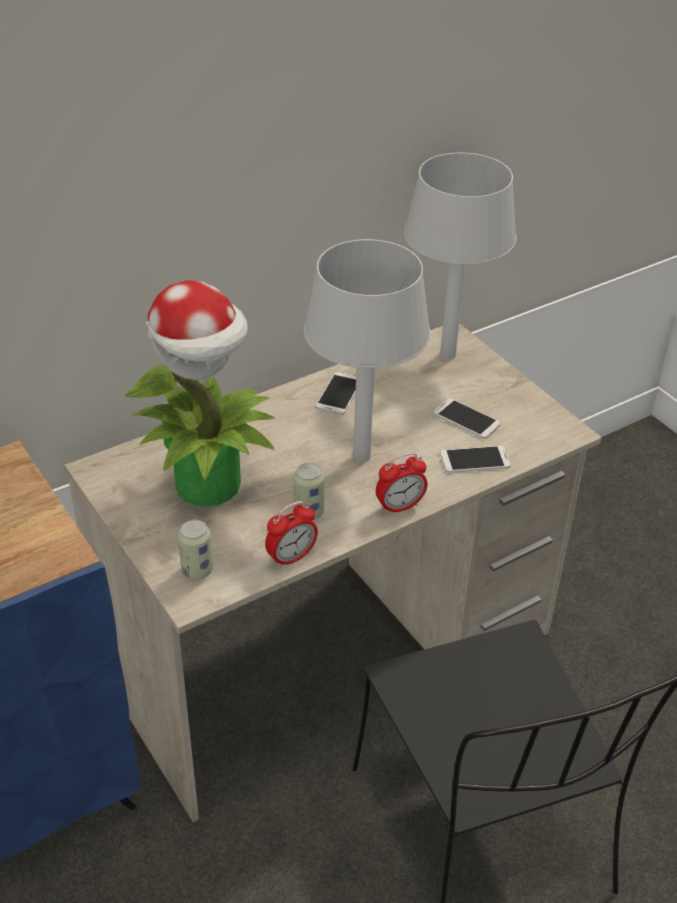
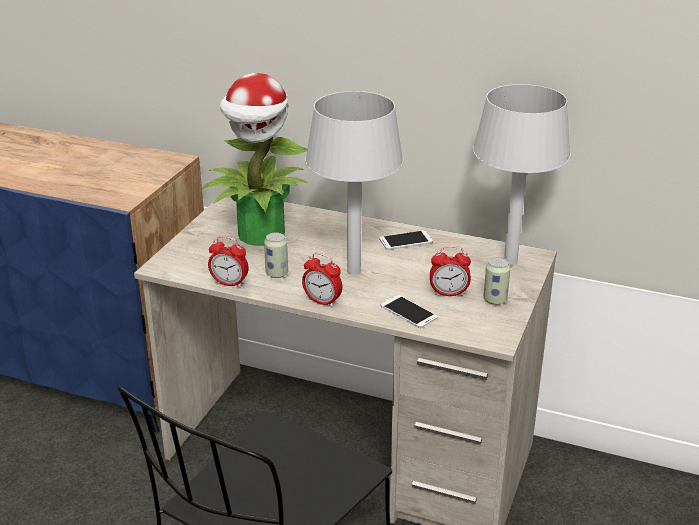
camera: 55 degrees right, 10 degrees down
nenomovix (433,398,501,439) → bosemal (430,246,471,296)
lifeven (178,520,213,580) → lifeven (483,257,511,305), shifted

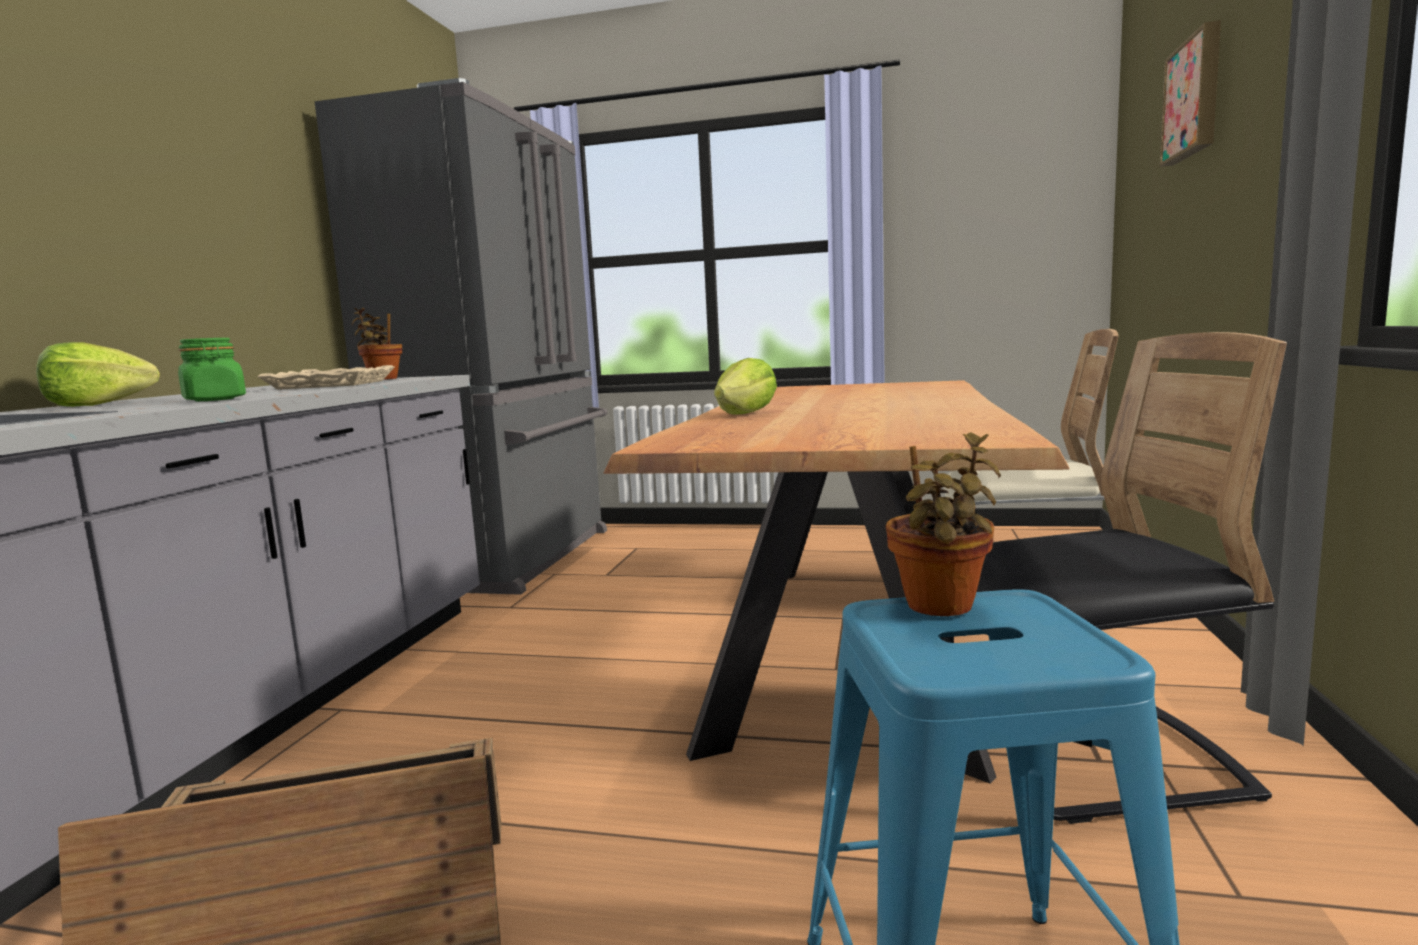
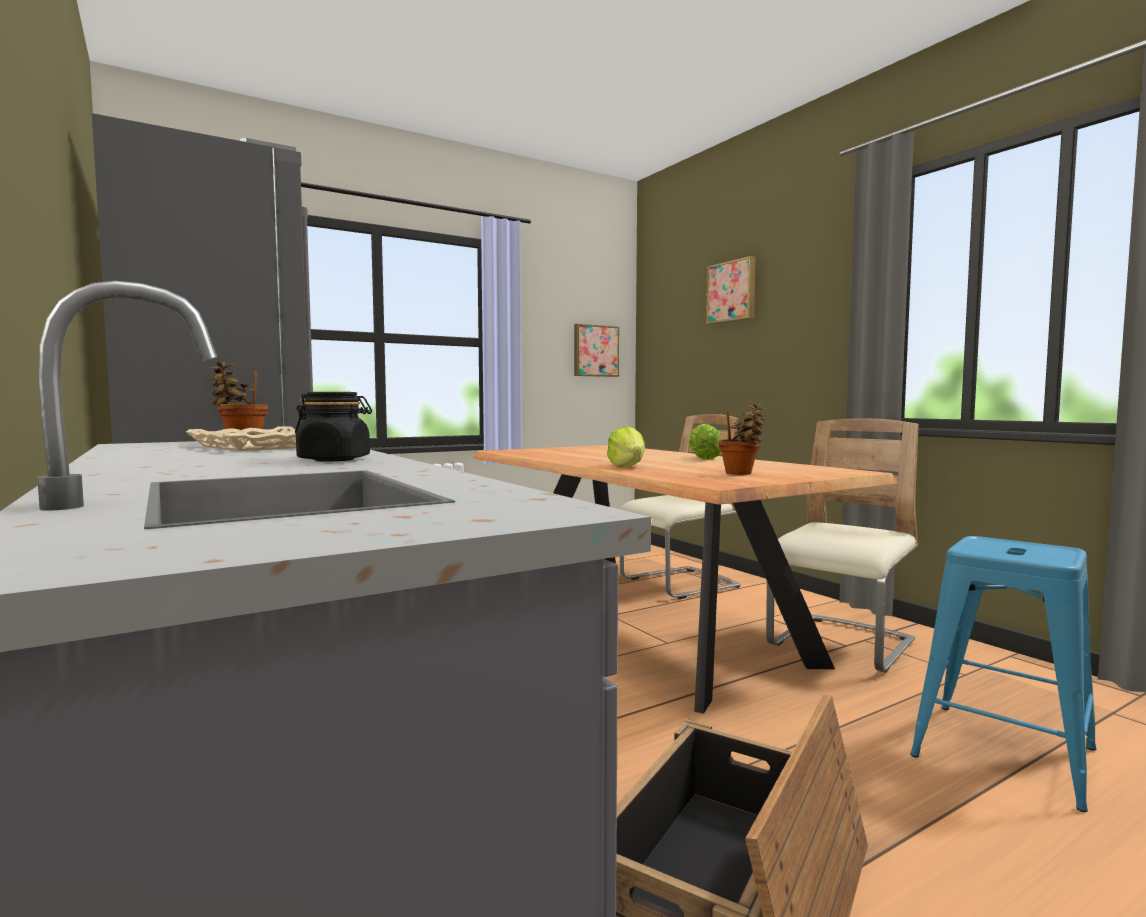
camera: 45 degrees left, 5 degrees down
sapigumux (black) (949,332,1287,824) → sapigumux (beige) (766,418,919,673)
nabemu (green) (178,338,246,401) → nabemu (black) (295,392,372,462)
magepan (36,342,160,407) → magepan (688,424,721,460), shifted
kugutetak (885,432,1001,616) → kugutetak (719,404,767,475), shifted
- → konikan (574,324,619,377)

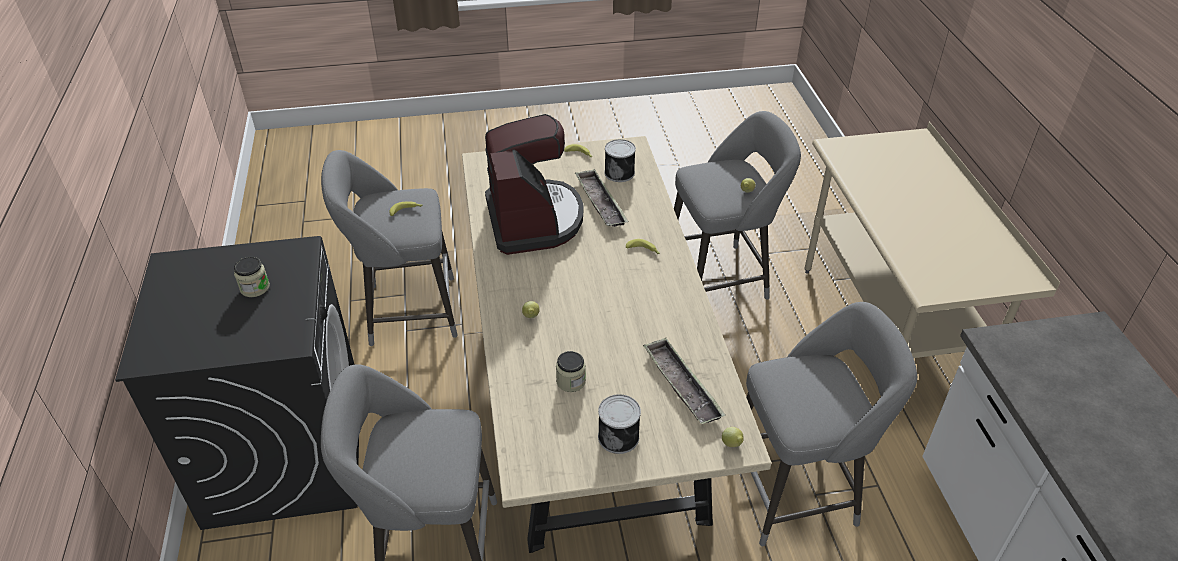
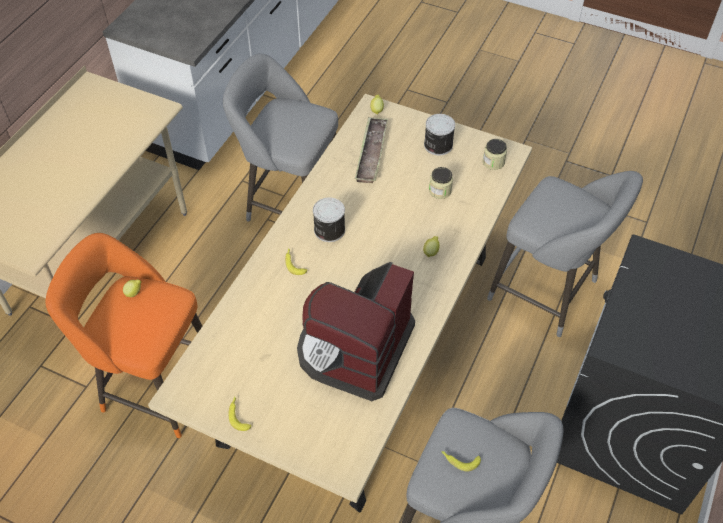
camera: 145 degrees left, 10 degrees up
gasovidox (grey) (674,111,801,300) → gasovidox (orange) (45,233,202,438)
lifeven (604,139,636,182) → lifeven (313,198,345,242), shifted
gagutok (575,169,628,227) → -
nabemu (234,257,270,297) → nabemu (483,139,507,170), shifted

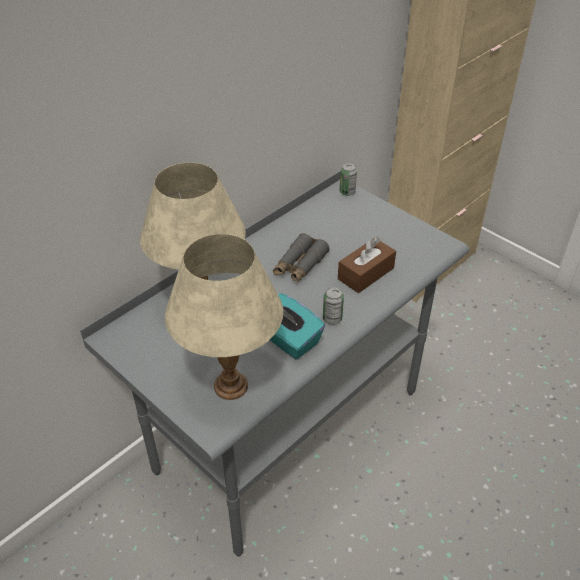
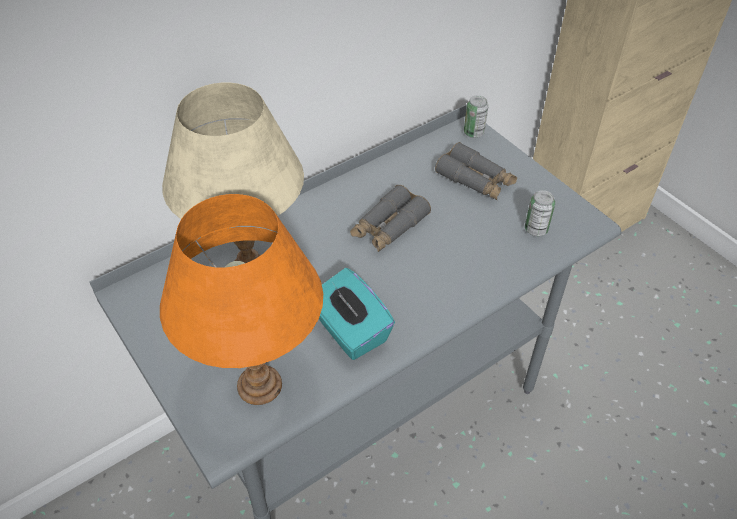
camera: 10 degrees right, 5 degrees up
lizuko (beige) (165,234,283,400) → lizuko (orange) (160,194,323,405)
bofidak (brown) (338,237,396,293) → -
lifeven (323,287,344,325) → lifeven (525,190,555,236), shifted
- → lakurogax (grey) (435,142,517,200)

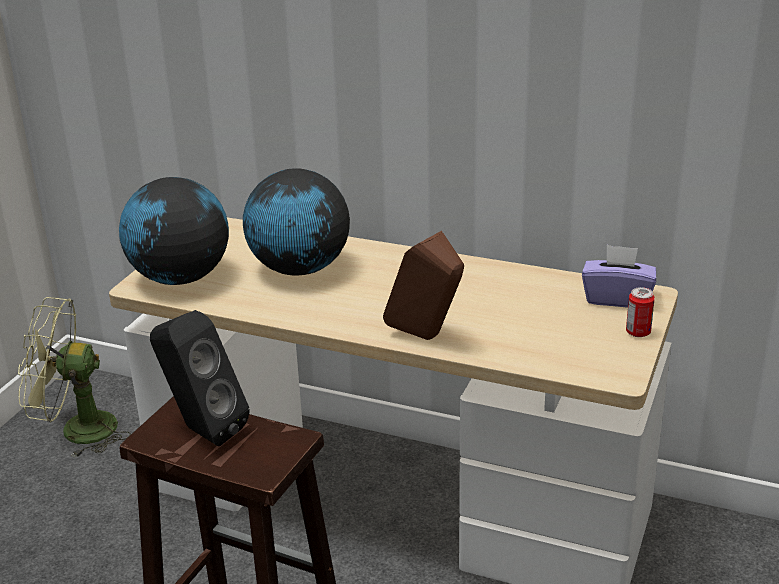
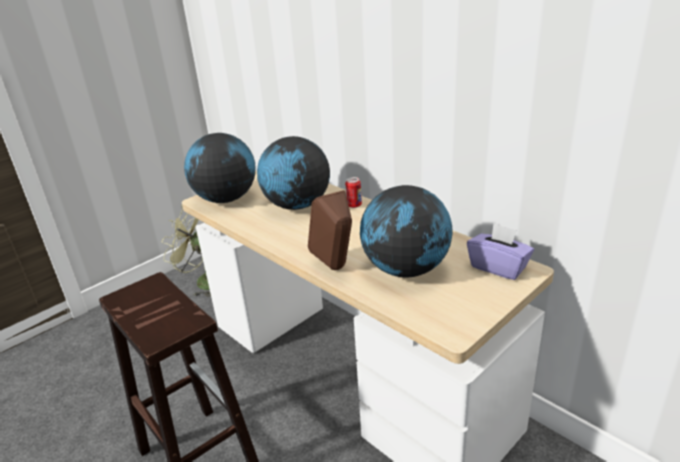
camera: 25 degrees right, 0 degrees up
lifeven (626,287,655,337) → lifeven (345,177,362,208), shifted
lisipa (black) (150,310,250,446) → -
- → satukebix (360,185,453,278)

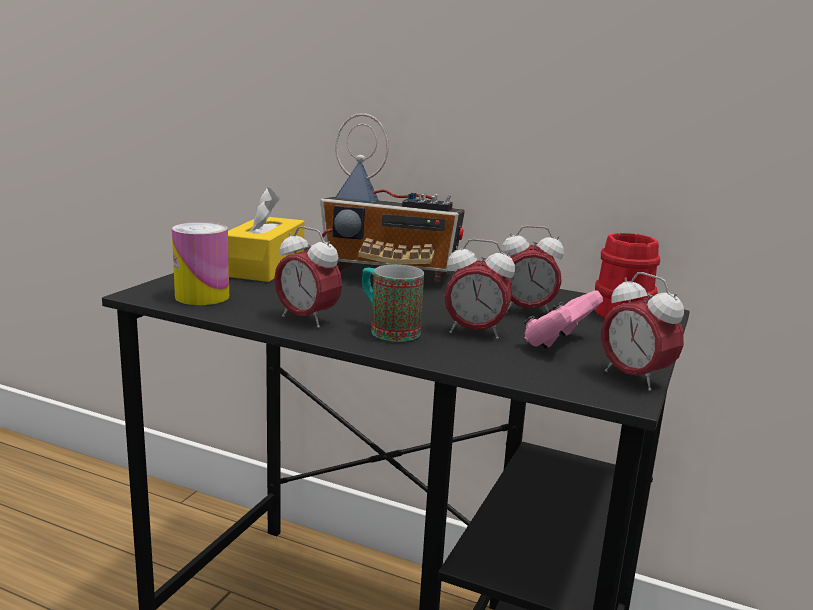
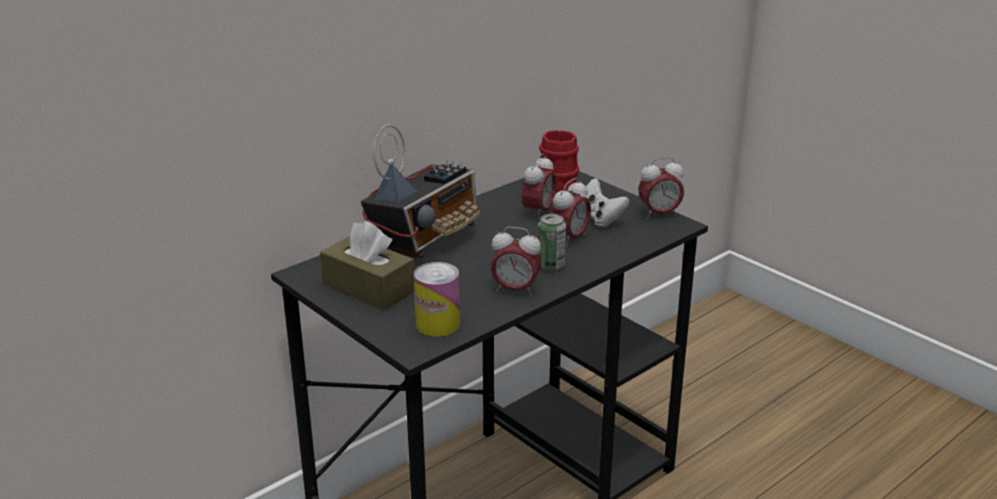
camera: 65 degrees left, 10 degrees up
bofidak (yellow) (228,187,304,282) → bofidak (brown) (320,221,414,310)
bosemal (274,226,342,328) → bosemal (491,227,542,296), 45 degrees clockwise
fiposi (362,265,424,342) → lifeven (537,214,566,271)
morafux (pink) (524,290,603,349) → morafux (white) (580,178,629,227)

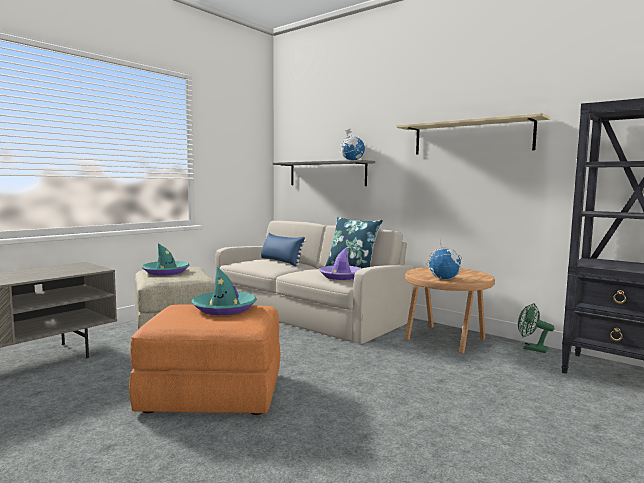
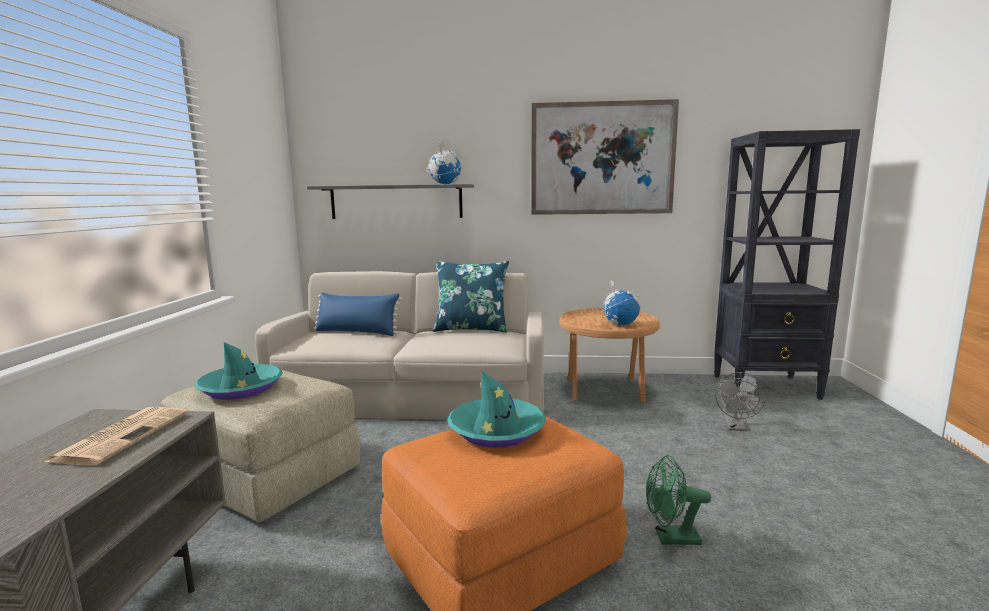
camera: 35 degrees left, 5 degrees up
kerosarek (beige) (396,113,550,155) → konikan (531,99,679,215)
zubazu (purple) (319,247,362,280) → -
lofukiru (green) (518,303,555,353) → lofukiru (green) (646,455,711,545), shifted
- → lofukiru (grey) (715,372,766,431)
- → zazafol (45,407,188,466)

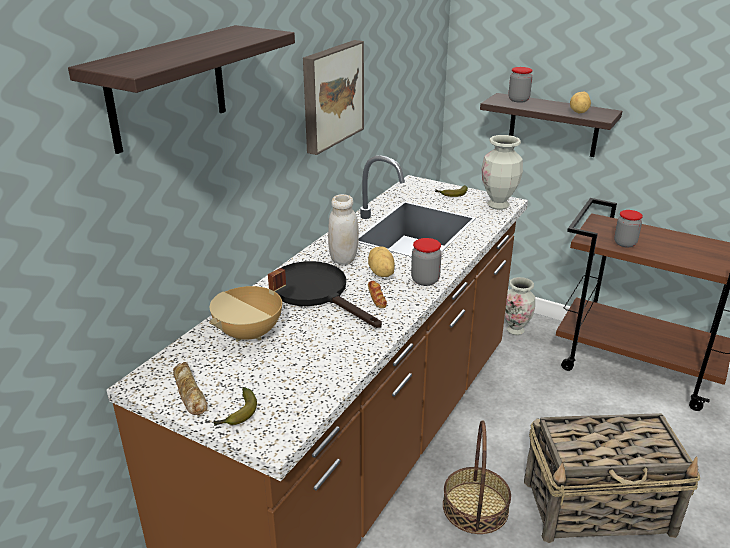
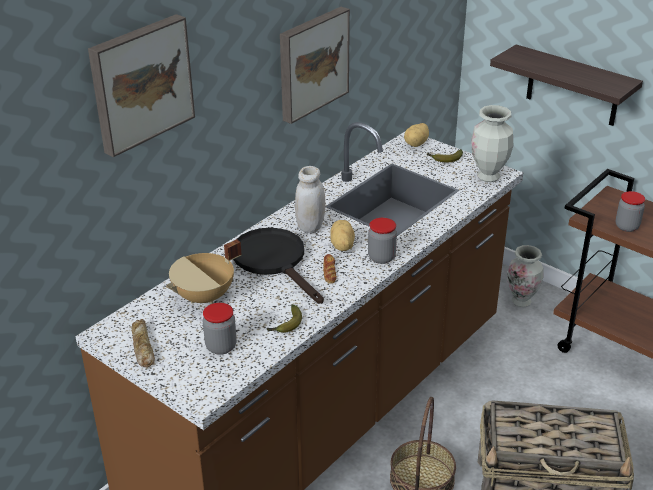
camera: 10 degrees right, 5 degrees up
kerosarek (68,25,295,154) → konikan (88,14,195,157)
nabemu (508,67,533,103) → nabemu (203,303,237,355), shifted
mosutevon (570,92,591,113) → mosutevon (404,123,429,147), shifted
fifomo (214,387,257,426) → fifomo (267,304,302,333), shifted

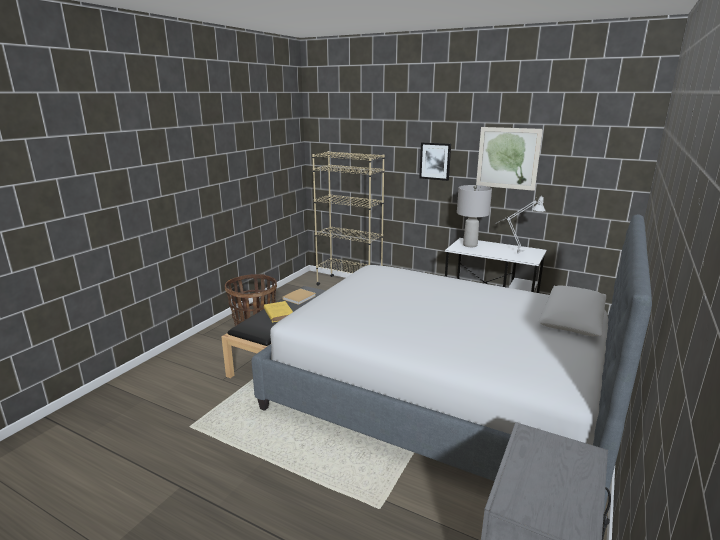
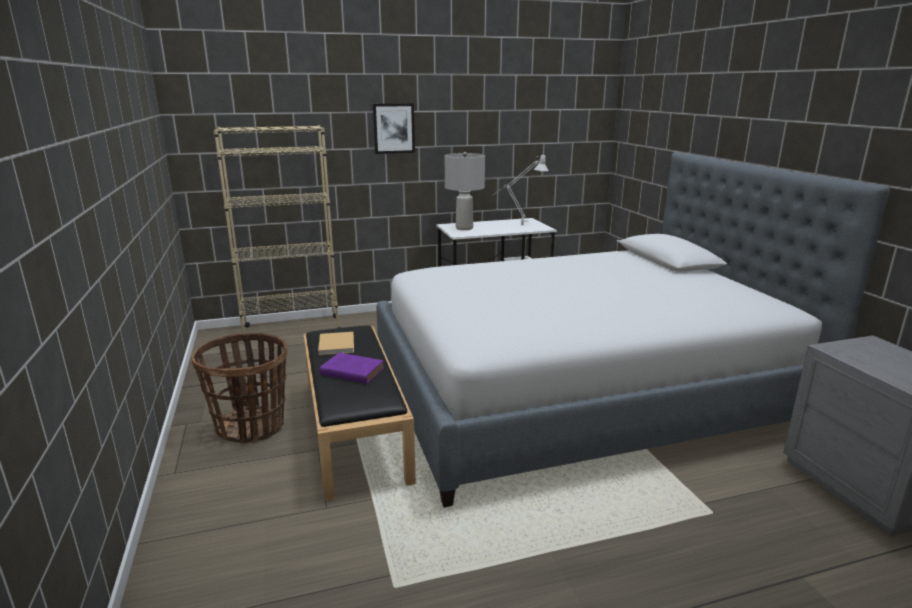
camera: 45 degrees left, 0 degrees up
konikan (476,127,543,191) → -
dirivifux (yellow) (264,301,293,322) → dirivifux (purple) (320,352,385,383)

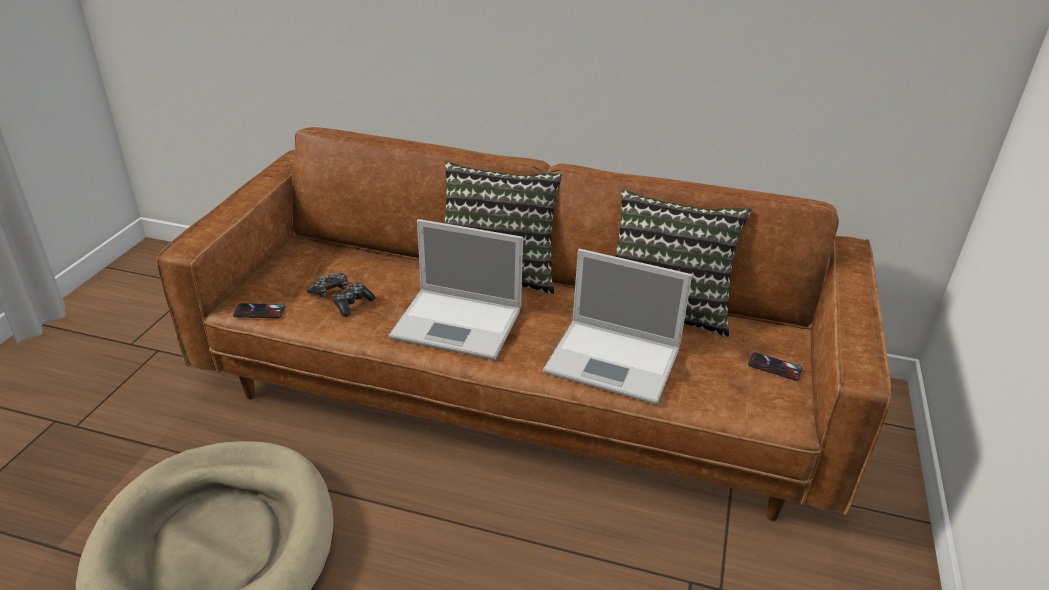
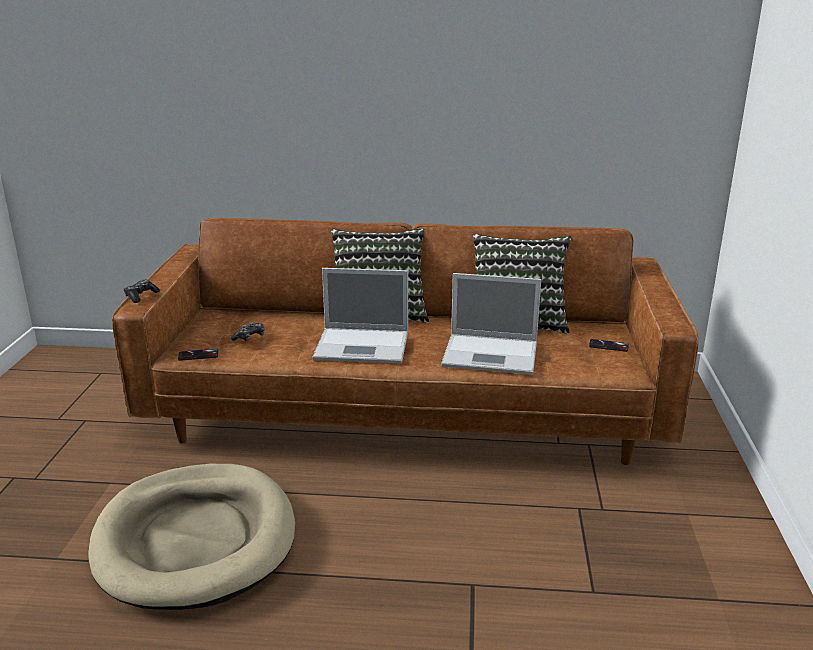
camera: 10 degrees left, 10 degrees down
morafux (333,283,376,317) → morafux (124,280,160,303), shifted

